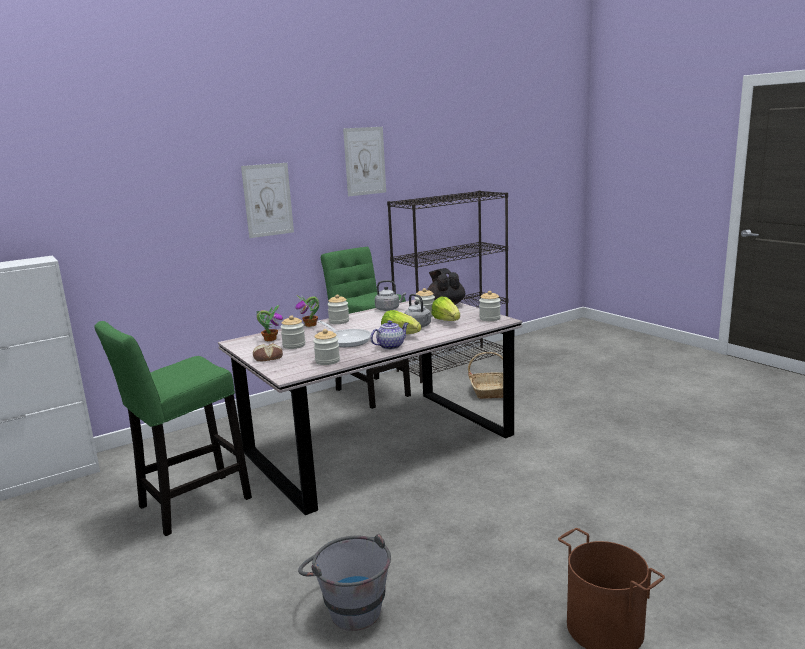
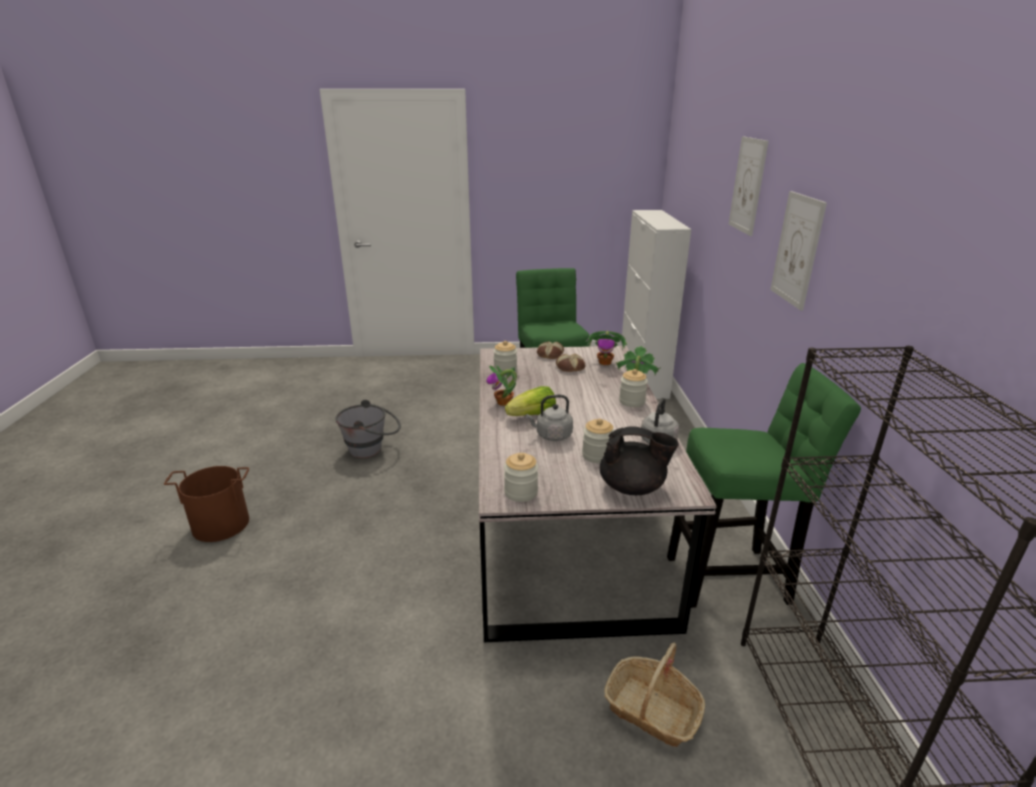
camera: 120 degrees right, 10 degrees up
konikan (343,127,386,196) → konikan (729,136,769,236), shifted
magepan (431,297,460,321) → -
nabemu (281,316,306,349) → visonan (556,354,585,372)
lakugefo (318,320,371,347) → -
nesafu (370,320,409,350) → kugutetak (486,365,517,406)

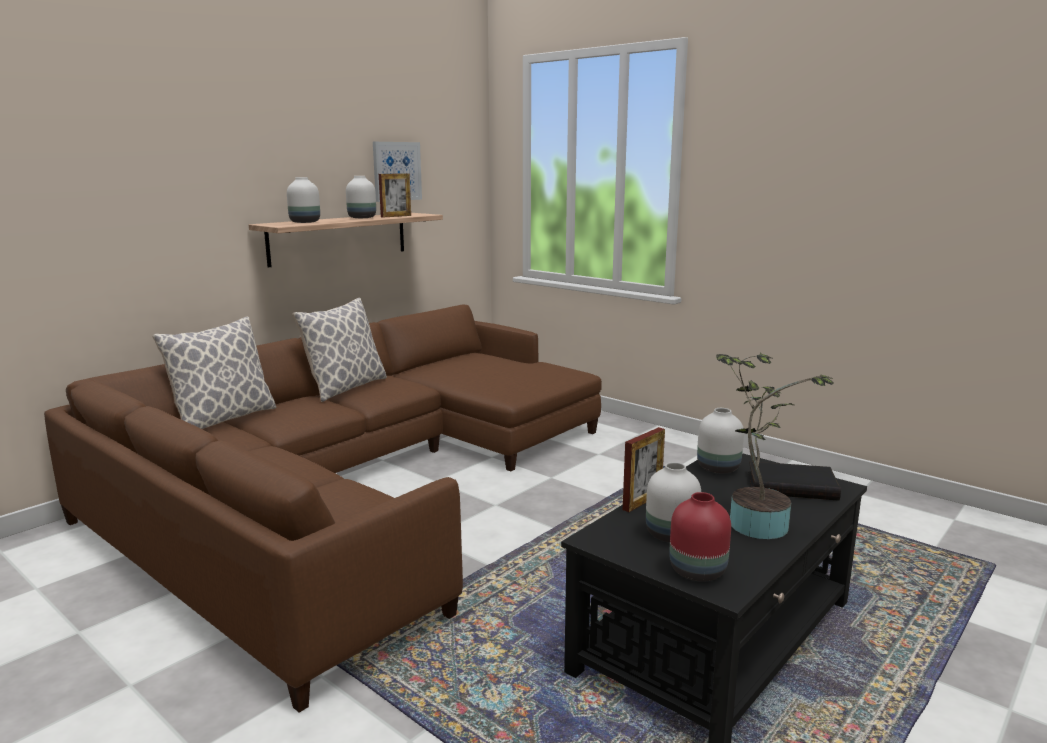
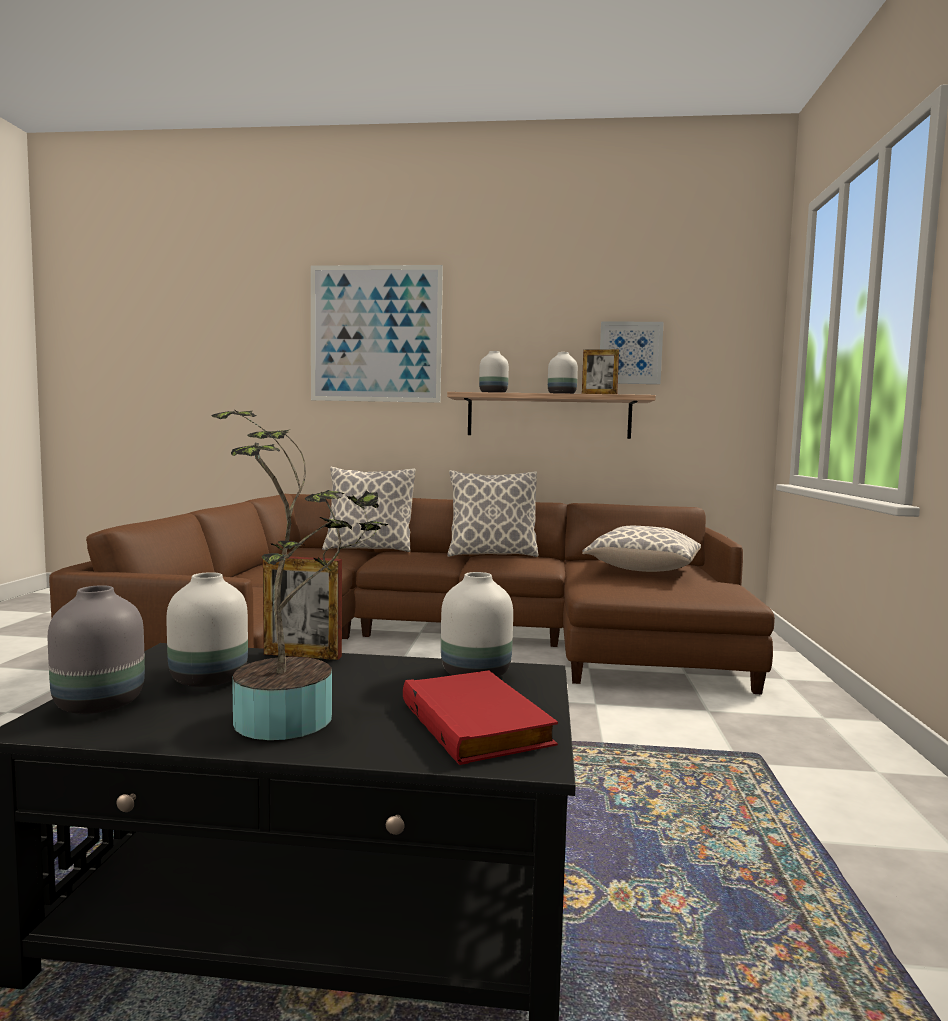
camera: 55 degrees right, 10 degrees down
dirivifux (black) (748,461,841,500) → dirivifux (red) (403,670,558,765)
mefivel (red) (669,492,731,581) → mefivel (grey) (48,585,145,714)
- → konikan (311,265,443,403)
- → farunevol (582,526,701,572)

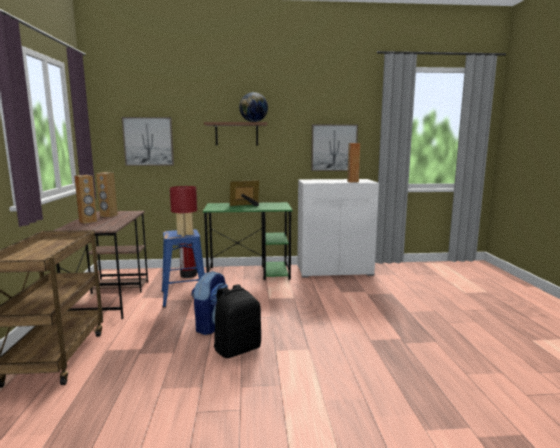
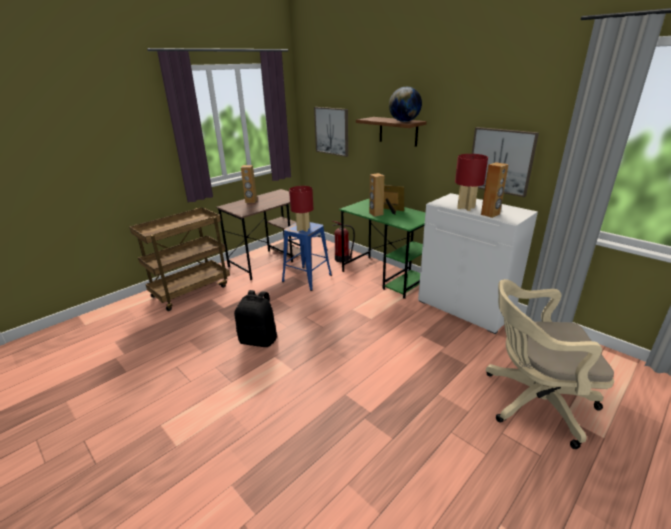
camera: 50 degrees right, 15 degrees up
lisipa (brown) (96,172,118,217) → lisipa (brown) (369,173,384,217), shifted
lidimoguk (191,271,228,335) → -
- → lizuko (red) (455,154,488,211)
- → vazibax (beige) (486,279,614,449)

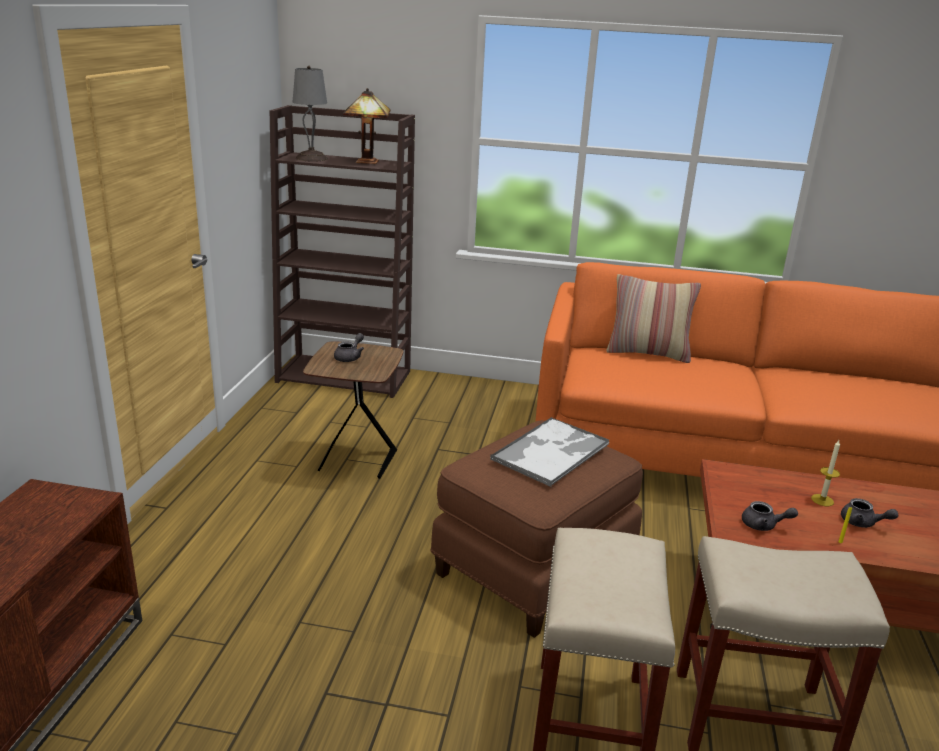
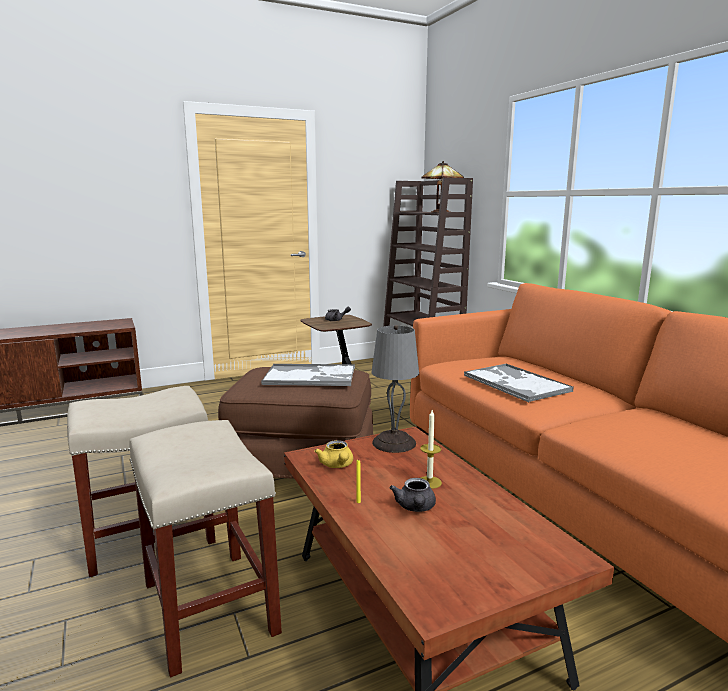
camera: 55 degrees right, 10 degrees down
lizuko (grey) (293,66,328,162) → lizuko (grey) (372,325,419,453), shifted
farunevol (606,274,701,363) → -
nesafu (grey) (742,501,798,531) → nesafu (yellow) (314,440,353,468)
- → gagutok (464,363,574,402)

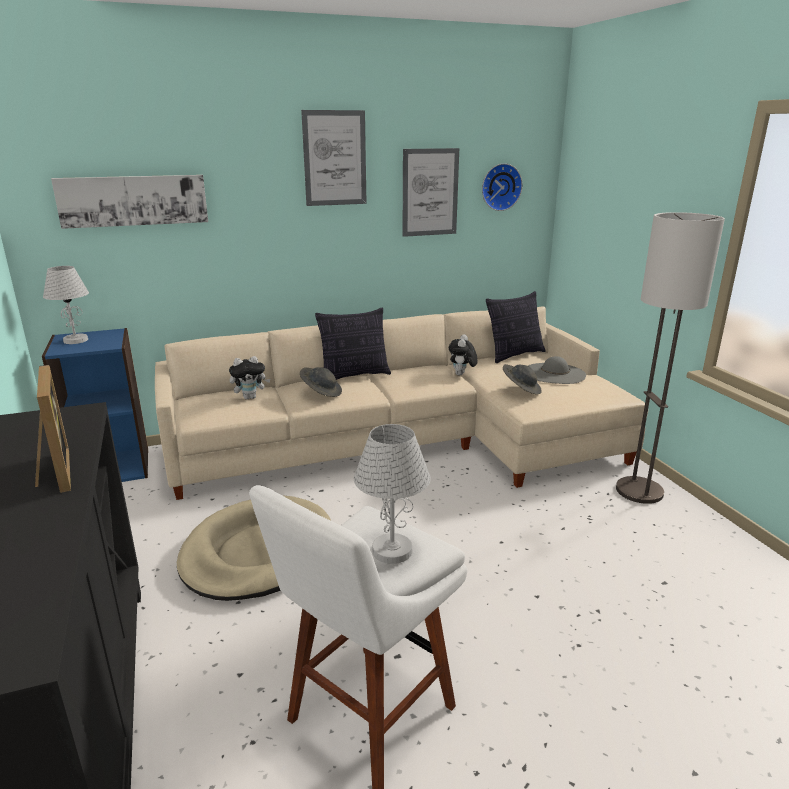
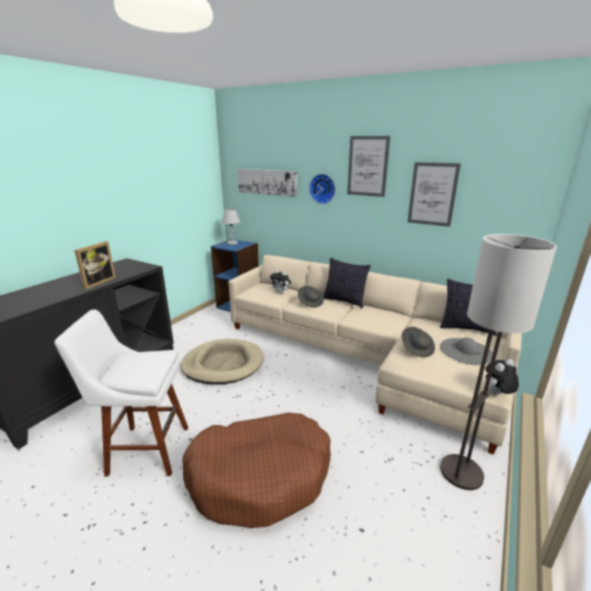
camera: 50 degrees right, 0 degrees up
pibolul (482,163,523,211) → pibolul (309,174,336,204), shifted
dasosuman (449,334,478,375) → dasosuman (485,359,519,395), shifted
lizuko (white) (354,424,431,564) → -
- → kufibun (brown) (182,413,331,528)

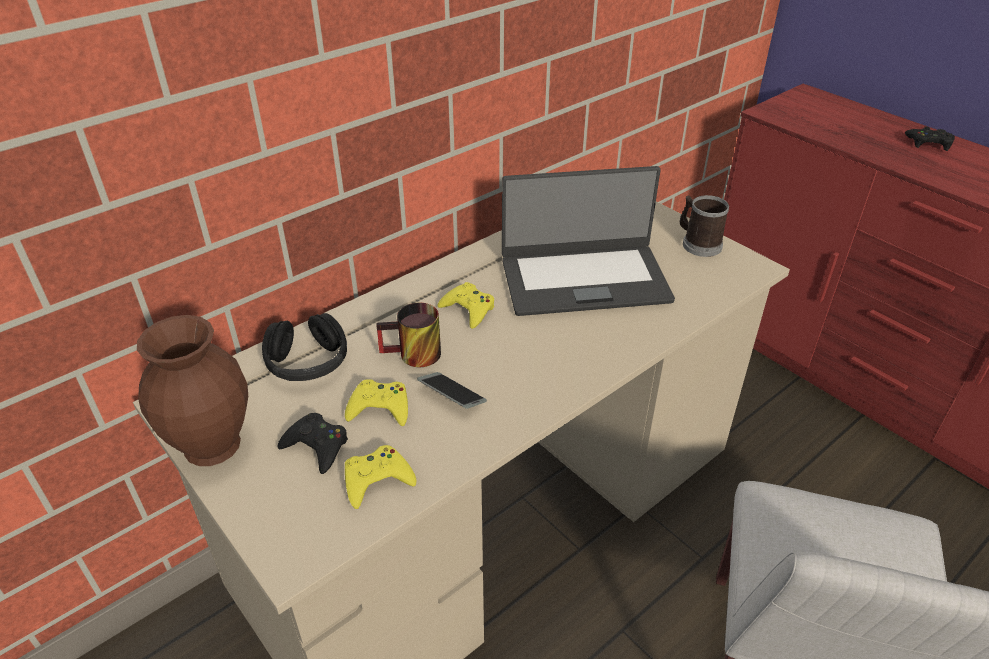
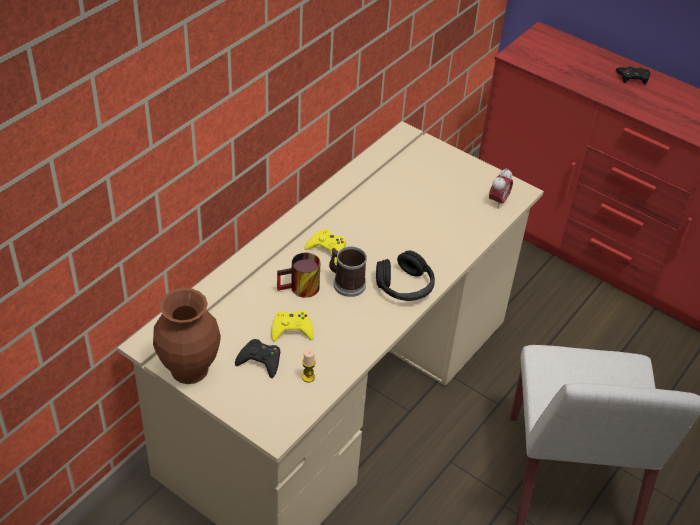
camera: 15 degrees left, 5 degrees up
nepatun (502,166,675,316) → -
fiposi (680,195,729,257) → fiposi (329,246,367,297), shifted
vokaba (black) (262,313,347,381) → vokaba (black) (376,250,435,301), shifted
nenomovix (417,372,487,409) → -
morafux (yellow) (345,445,416,509) → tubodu (302,348,316,383)
- → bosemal (489,168,513,209)

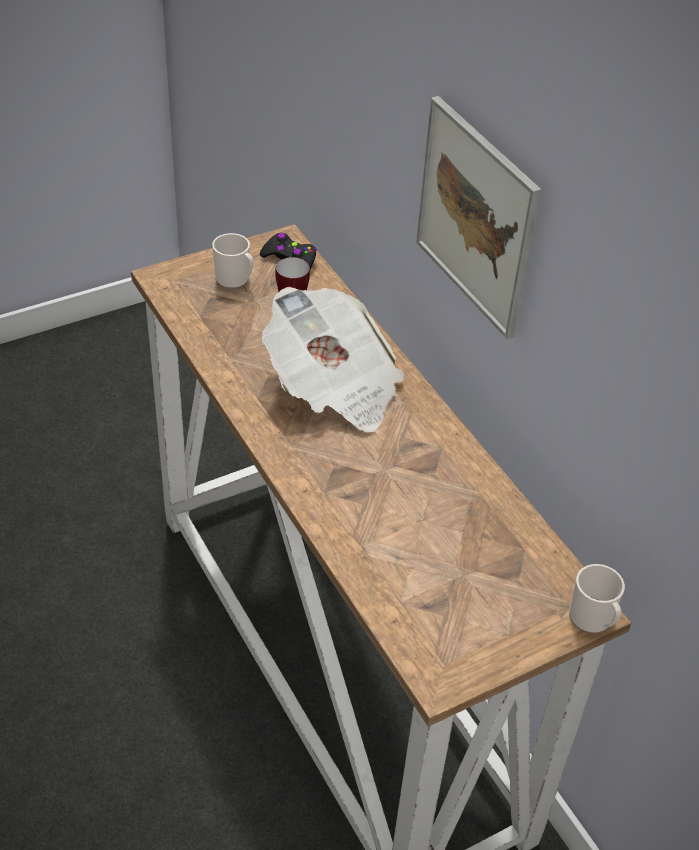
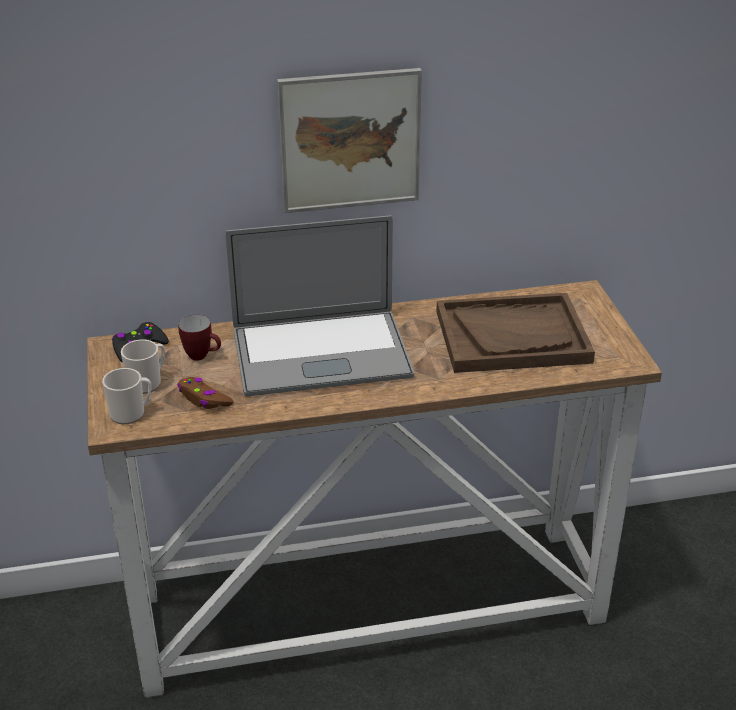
camera: 70 degrees left, 10 degrees down
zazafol (262,287,404,433) → nepatun (226,215,414,397)
fiposi (569,564,625,633) → fiposi (102,368,152,424), shifted
- → gagutok (brown) (436,293,595,373)
- → morafux (brown) (177,377,233,409)

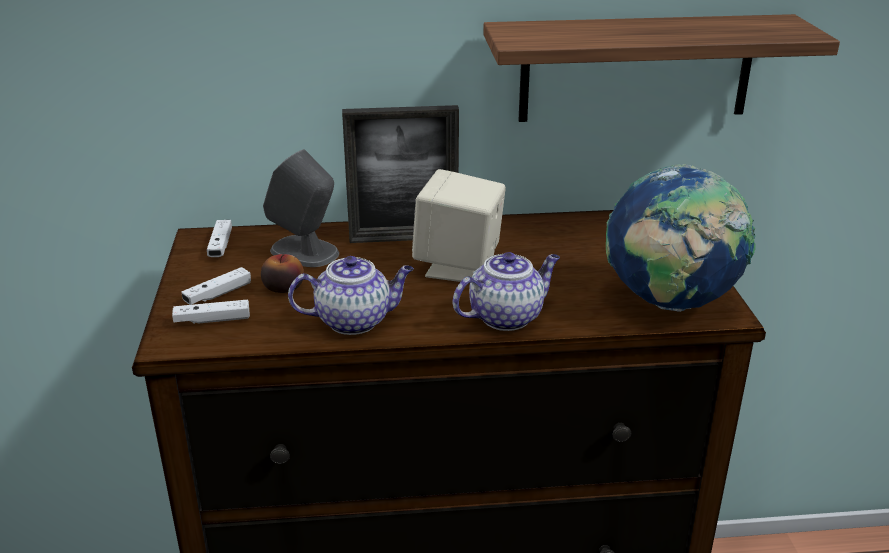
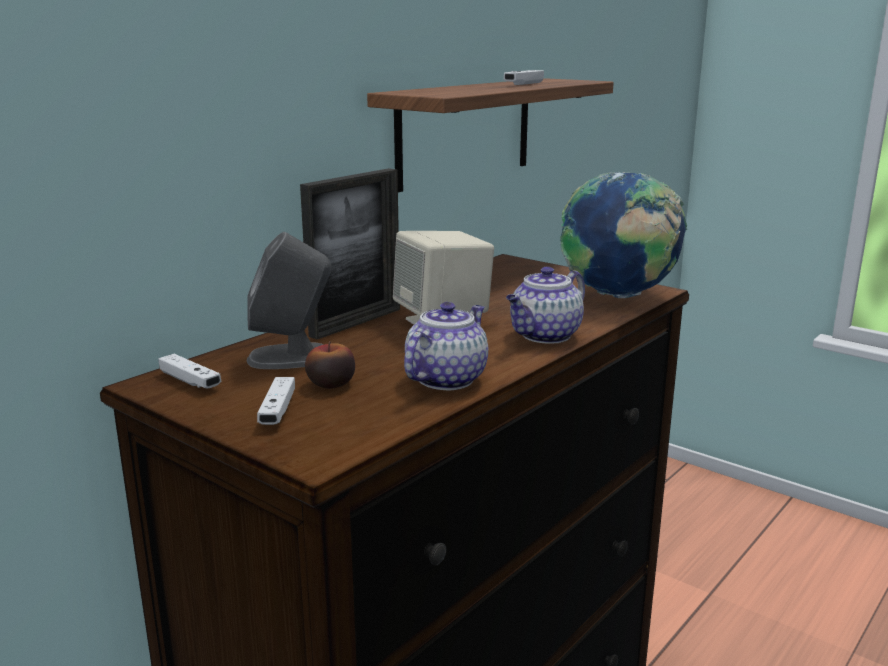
camera: 45 degrees left, 10 degrees down
nesafu (453,252,560,331) → nesafu (506,266,585,344), 150 degrees counterclockwise
morafux (white) (172,300,250,324) → morafux (white) (504,70,544,85), shifted

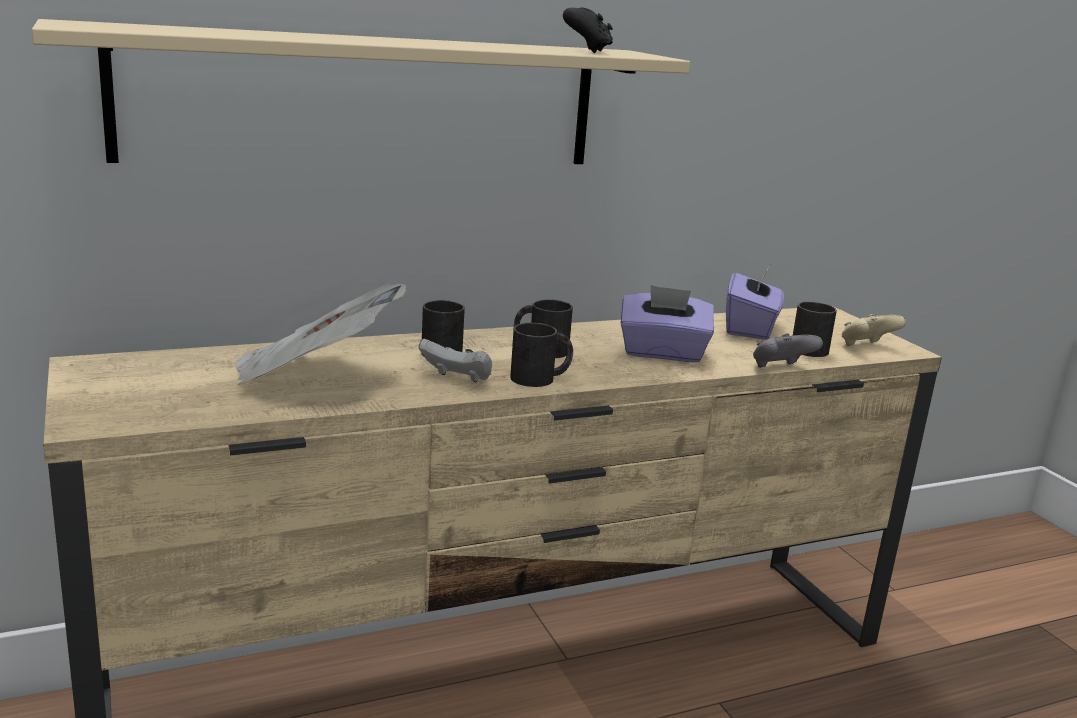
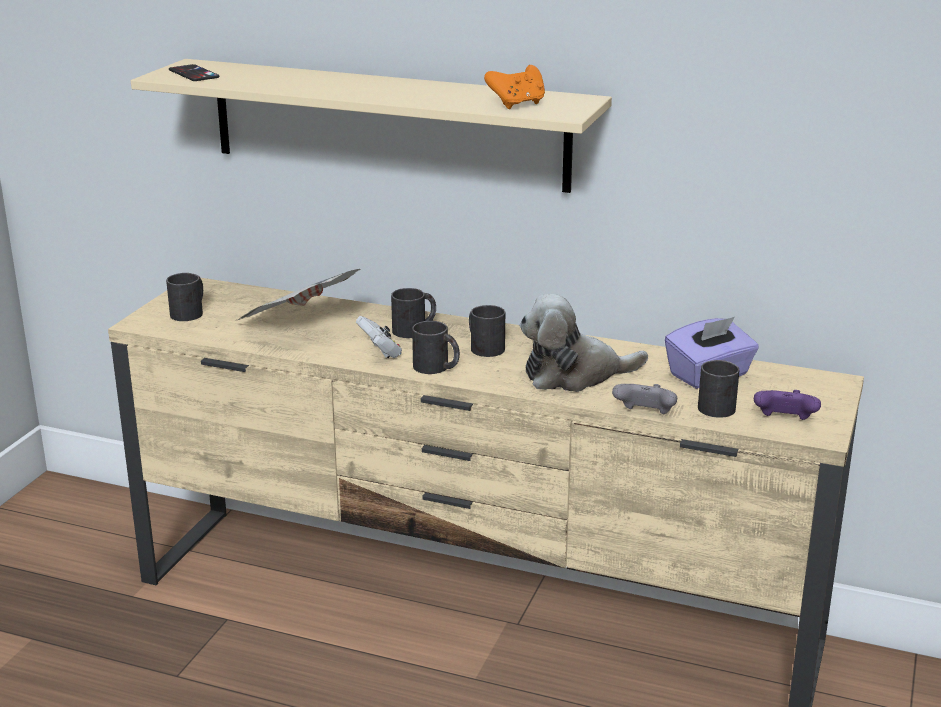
camera: 45 degrees right, 5 degrees up
morafux (black) (563,8,613,53) → morafux (orange) (484,65,545,109)
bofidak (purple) (621,285,714,362) → dasosuman (519,294,648,392)
morafux (beige) (842,314,906,346) → morafux (purple) (754,390,821,420)
- → nenomovix (169,64,219,81)
- → fiposi (black) (166,273,203,321)

